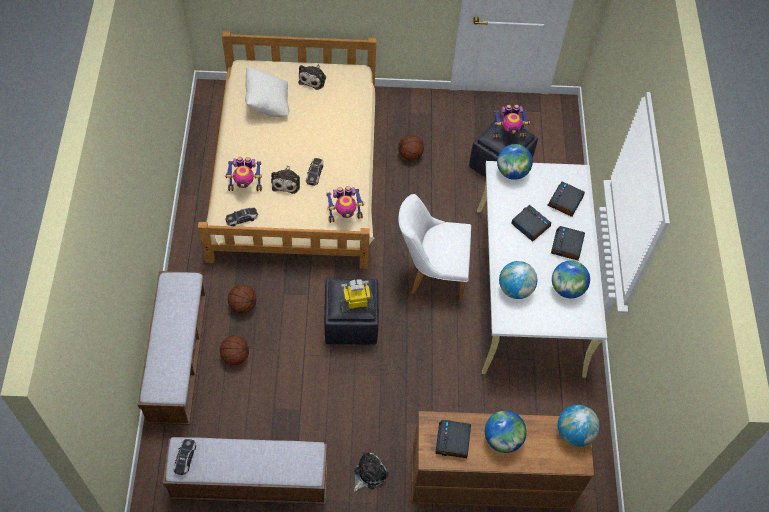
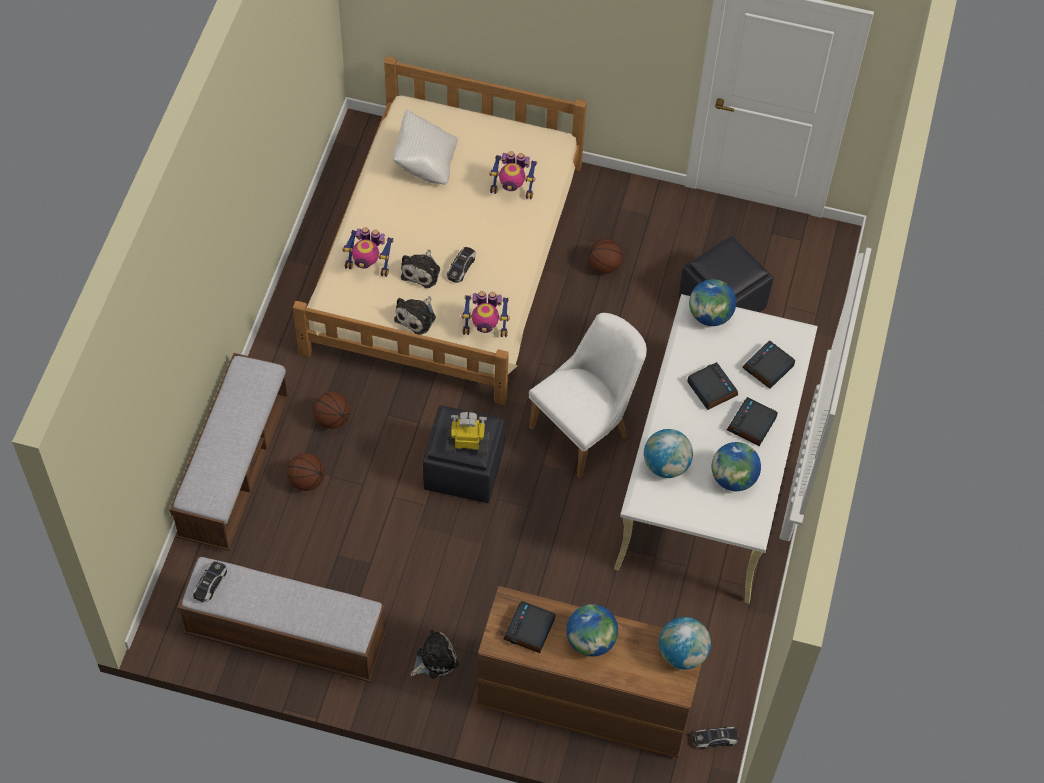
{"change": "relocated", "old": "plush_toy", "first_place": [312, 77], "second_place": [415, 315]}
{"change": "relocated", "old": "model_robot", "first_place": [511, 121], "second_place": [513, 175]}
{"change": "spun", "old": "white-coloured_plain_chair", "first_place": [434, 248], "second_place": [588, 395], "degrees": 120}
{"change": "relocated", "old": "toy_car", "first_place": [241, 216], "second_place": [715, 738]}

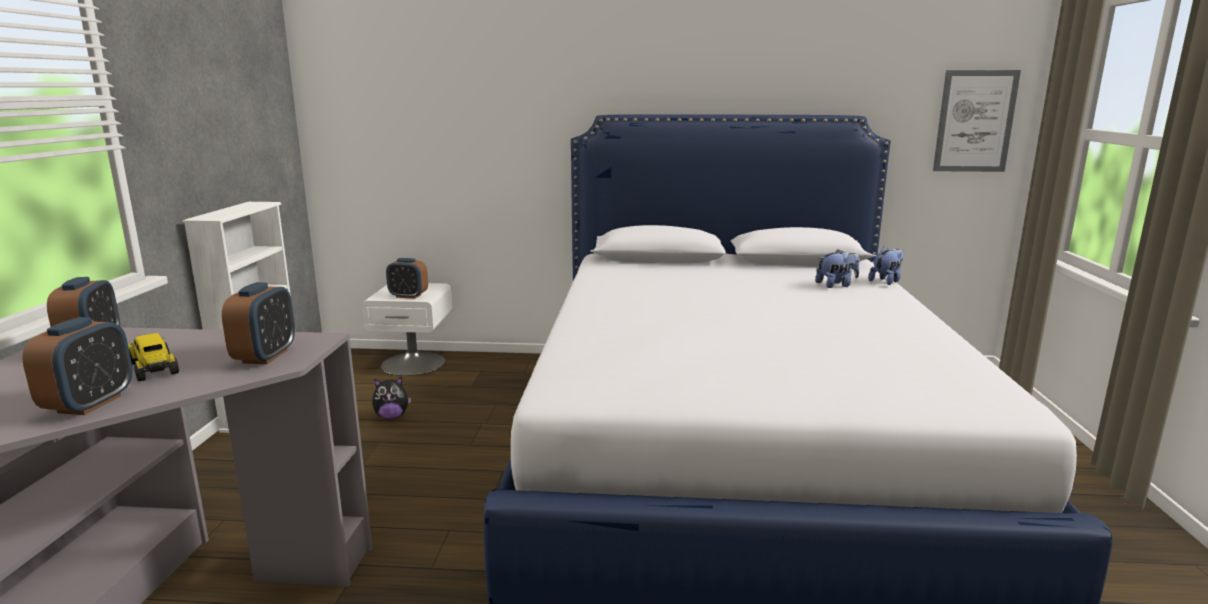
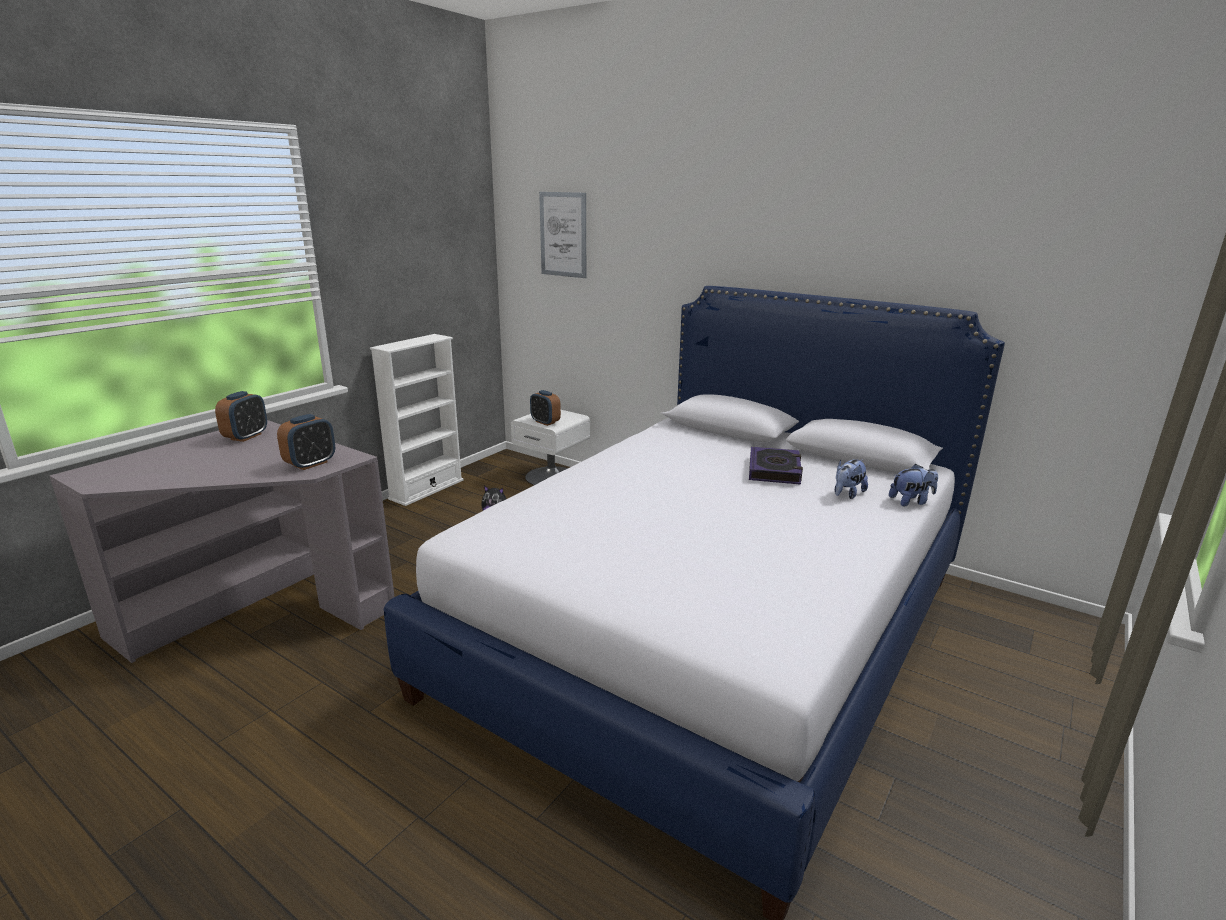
{"change": "relocated", "old": "wall_picture", "first_place": [977, 121], "second_place": [562, 235]}
{"change": "spun", "old": "plush_toy", "first_place": [837, 268], "second_place": [851, 479], "degrees": 120}
{"change": "missing", "old": "table_clock", "first_place": [77, 366]}
{"change": "missing", "old": "toy_lorry", "first_place": [153, 357]}
{"change": "appeared", "new": "book", "second_place": [776, 465]}

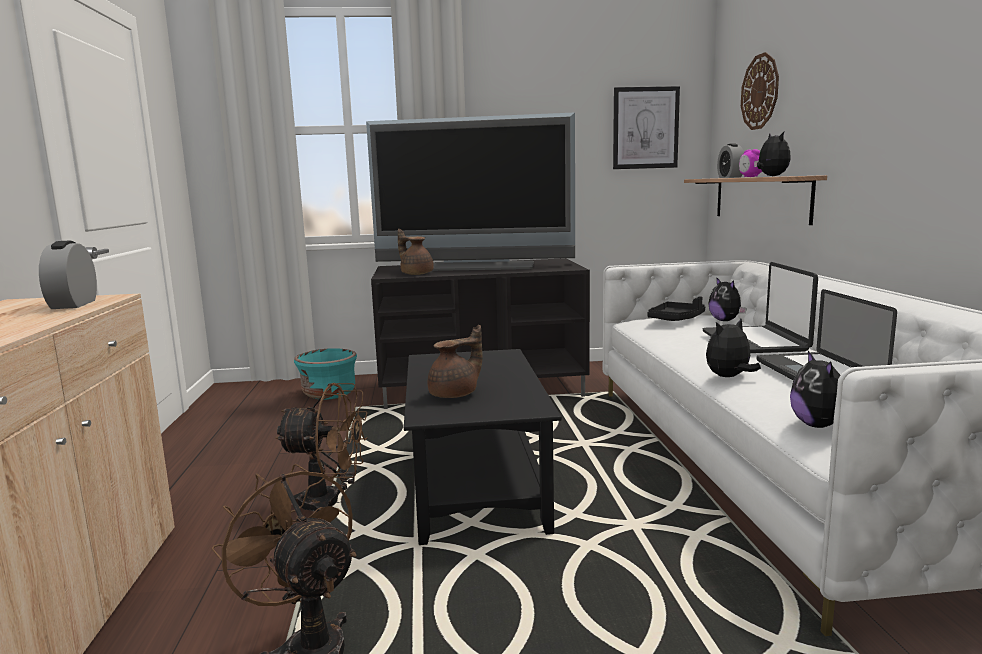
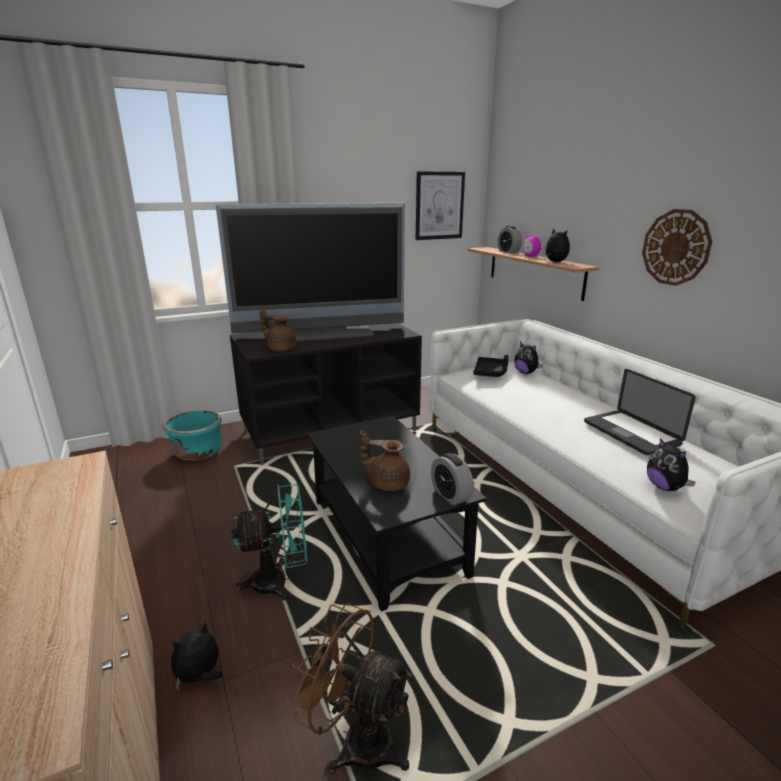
{"change": "relocated", "old": "hanging_clock", "first_place": [760, 91], "second_place": [677, 247]}
{"change": "relocated", "old": "table_clock", "first_place": [68, 275], "second_place": [452, 479]}
{"change": "missing", "old": "notebook_computer", "first_place": [760, 307]}
{"change": "relocated", "old": "plush_toy", "first_place": [733, 348], "second_place": [197, 655]}
{"change": "spun", "old": "brown-coloured_tea_pot", "first_place": [455, 361], "second_place": [385, 461], "degrees": -105}
{"change": "colour", "old": "brown-coloured_fan", "new": "turquoise-coloured_fan", "first_place": [321, 447], "second_place": [269, 542]}

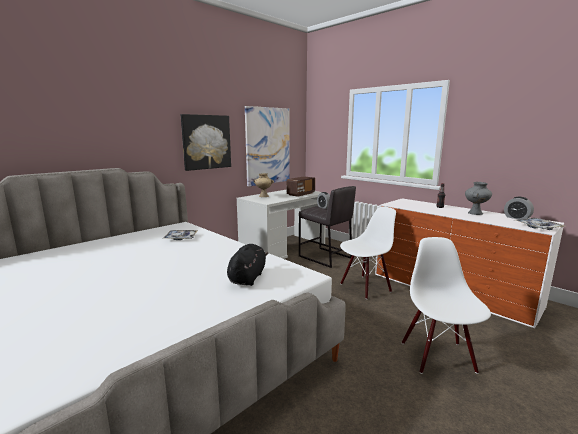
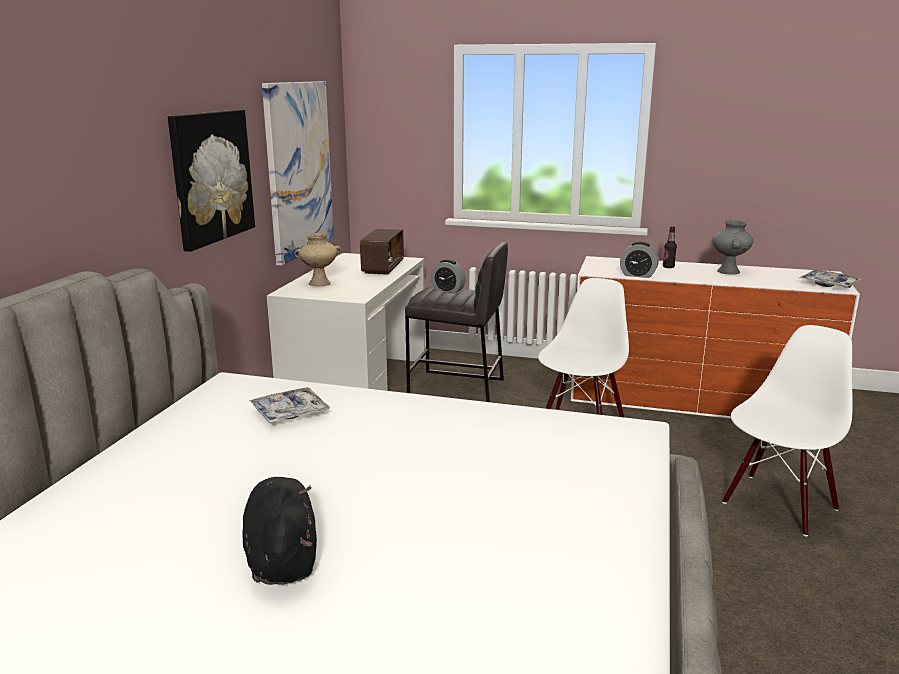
{"change": "relocated", "old": "table_clock", "first_place": [519, 208], "second_place": [639, 260]}
{"change": "spun", "old": "white-coloured_plain_chair", "first_place": [446, 305], "second_place": [787, 430], "degrees": 75}
{"change": "relocated", "old": "blackish_plush_toy", "first_place": [248, 265], "second_place": [279, 531]}

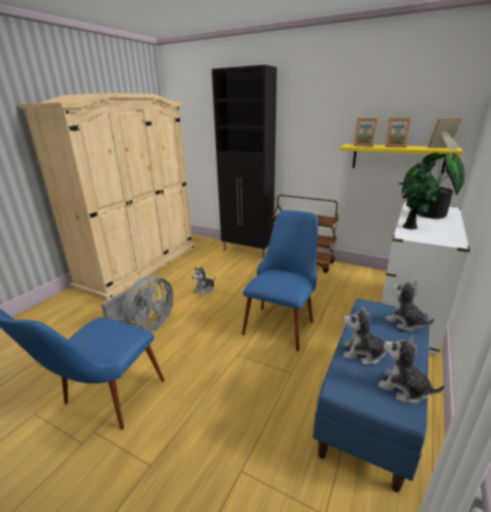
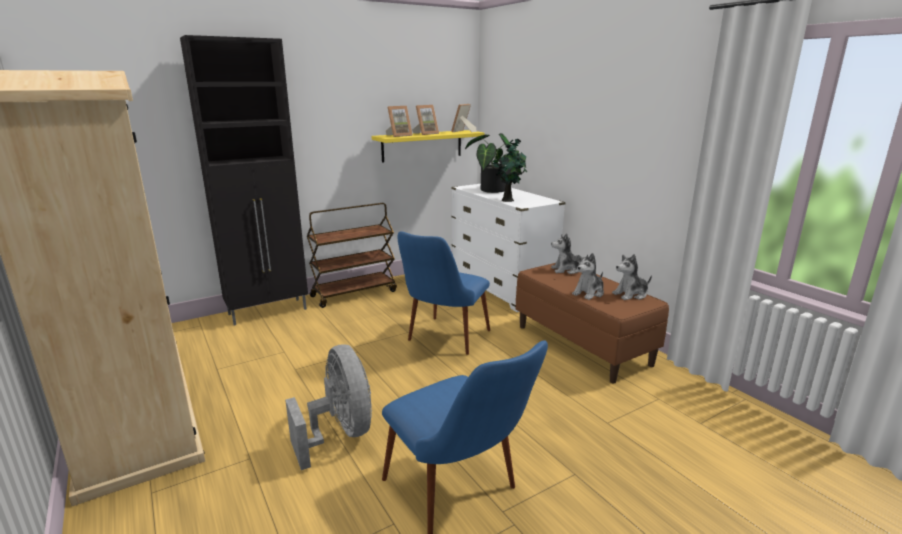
{"change": "spun", "old": "bluish_plain_chair", "first_place": [280, 280], "second_place": [443, 293], "degrees": -120}
{"change": "missing", "old": "plush_toy", "first_place": [204, 281]}
{"change": "colour", "old": "bluish_bench", "new": "brown-coloured_bench", "first_place": [371, 395], "second_place": [592, 323]}

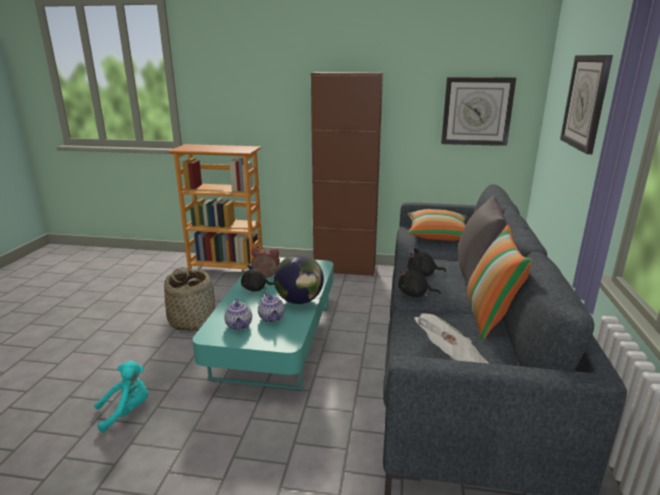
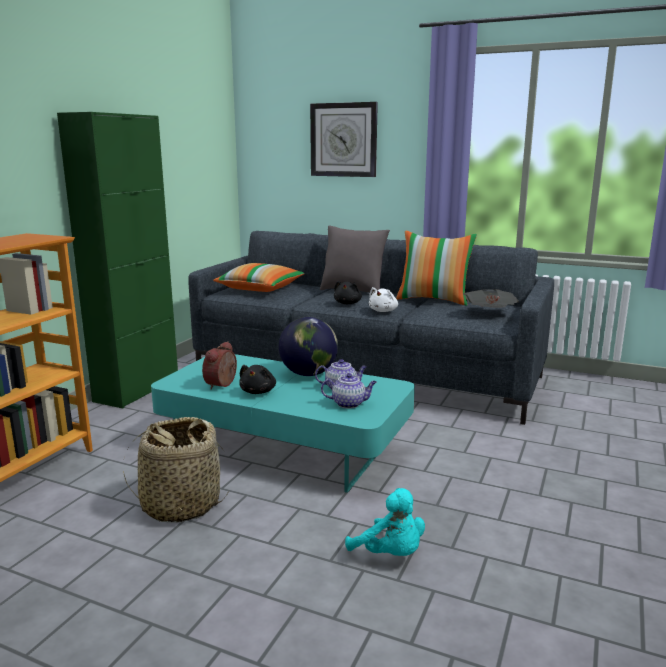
{"change": "colour", "old": "brown-coloured_storage_cabinet", "new": "green_storage_cabinet", "first_place": [347, 174], "second_place": [117, 260]}
{"change": "missing", "old": "hanging_clock", "first_place": [478, 111]}
{"change": "colour", "old": "blackish_plush_toy", "new": "white-coloured_plush_toy", "first_place": [419, 281], "second_place": [383, 299]}
{"change": "spun", "old": "turquoise-coloured_plush_toy", "first_place": [121, 396], "second_place": [385, 522], "degrees": 150}

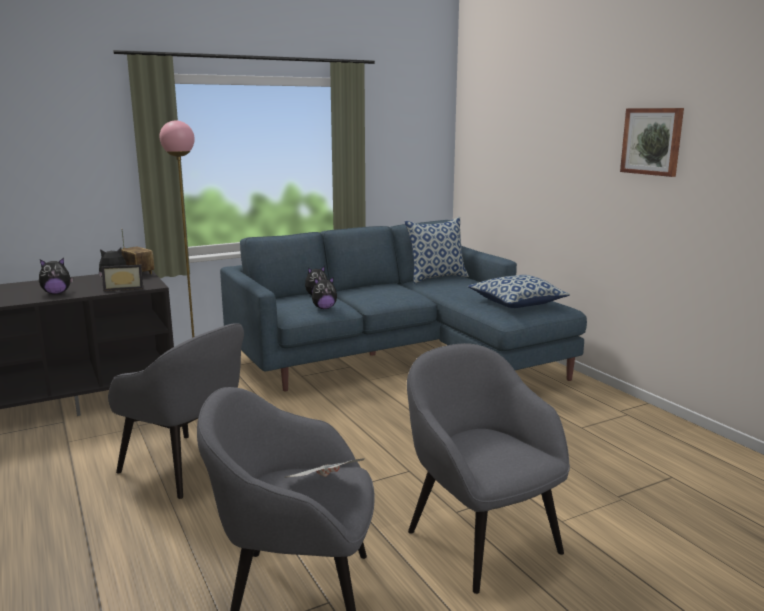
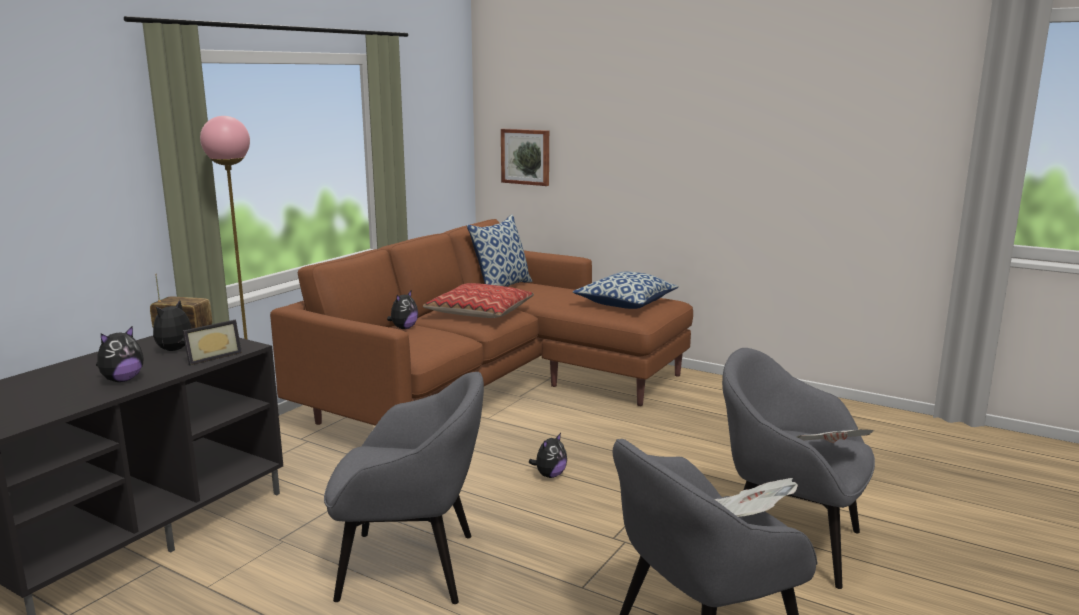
{"change": "relocated", "old": "wall_picture", "first_place": [652, 142], "second_place": [525, 157]}
{"change": "colour", "old": "bluish_couch", "new": "brown-coloured_couch", "first_place": [403, 306], "second_place": [481, 322]}
{"change": "relocated", "old": "plush_toy", "first_place": [324, 293], "second_place": [548, 455]}
{"change": "appeared", "new": "pillow", "second_place": [478, 300]}
{"change": "appeared", "new": "newspaper", "second_place": [835, 436]}

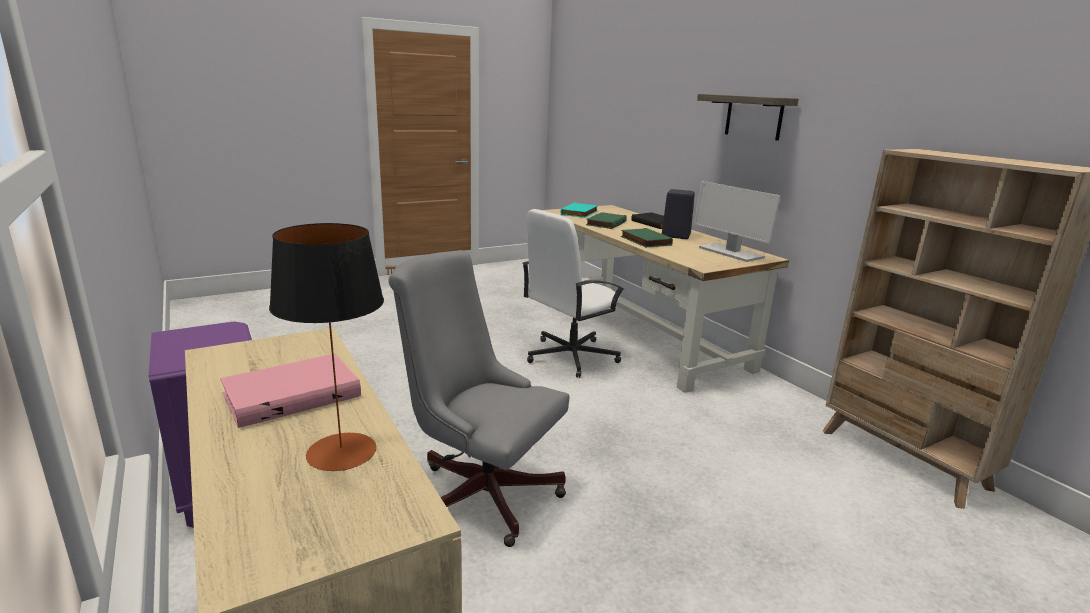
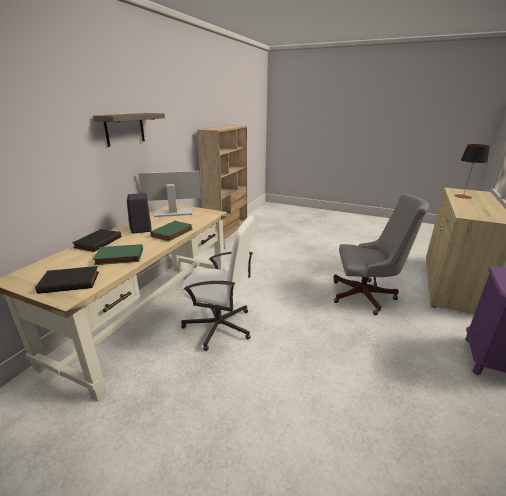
{"change": "spun", "old": "computer_screen", "first_place": [737, 221], "second_place": [169, 194], "degrees": -120}
{"change": "colour", "old": "turquoise-coloured_book", "new": "blackish_book", "first_place": [579, 210], "second_place": [67, 280]}
{"change": "spun", "old": "greyish_desk_chair", "first_place": [478, 398], "second_place": [381, 254], "degrees": -75}
{"change": "missing", "old": "pink_book", "first_place": [290, 391]}

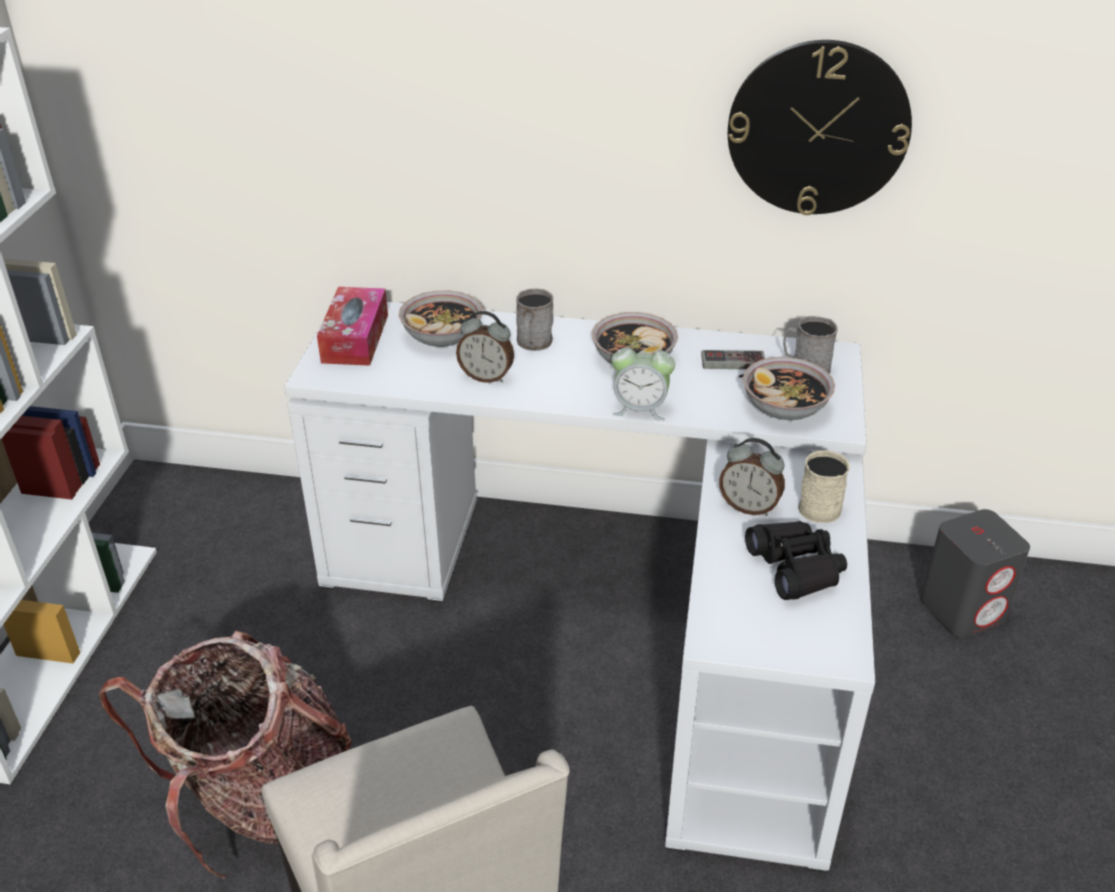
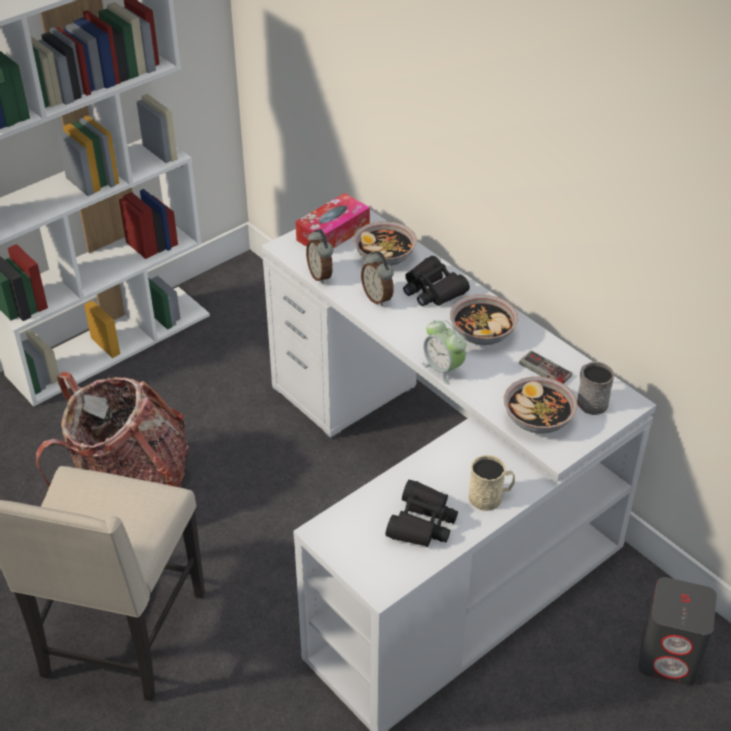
{"change": "missing", "old": "hanging_clock", "first_place": [820, 127]}
{"change": "exchanged", "old": "greyish_coffee_mug", "new": "blackish_field_glasses", "first_place": [535, 319], "second_place": [436, 281]}
{"change": "relocated", "old": "table_clock", "first_place": [752, 477], "second_place": [319, 256]}

